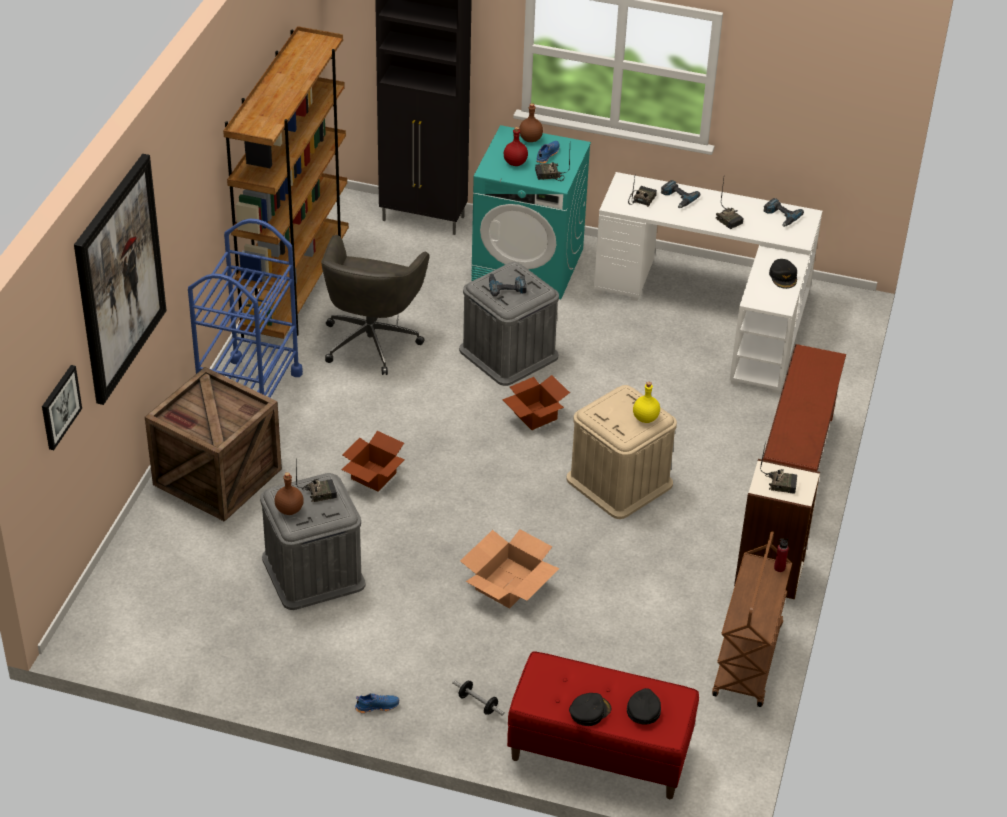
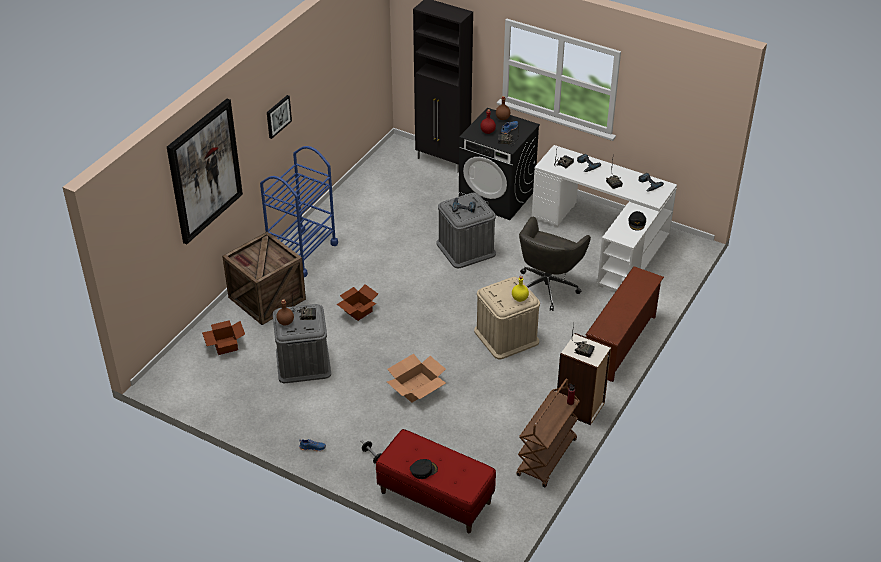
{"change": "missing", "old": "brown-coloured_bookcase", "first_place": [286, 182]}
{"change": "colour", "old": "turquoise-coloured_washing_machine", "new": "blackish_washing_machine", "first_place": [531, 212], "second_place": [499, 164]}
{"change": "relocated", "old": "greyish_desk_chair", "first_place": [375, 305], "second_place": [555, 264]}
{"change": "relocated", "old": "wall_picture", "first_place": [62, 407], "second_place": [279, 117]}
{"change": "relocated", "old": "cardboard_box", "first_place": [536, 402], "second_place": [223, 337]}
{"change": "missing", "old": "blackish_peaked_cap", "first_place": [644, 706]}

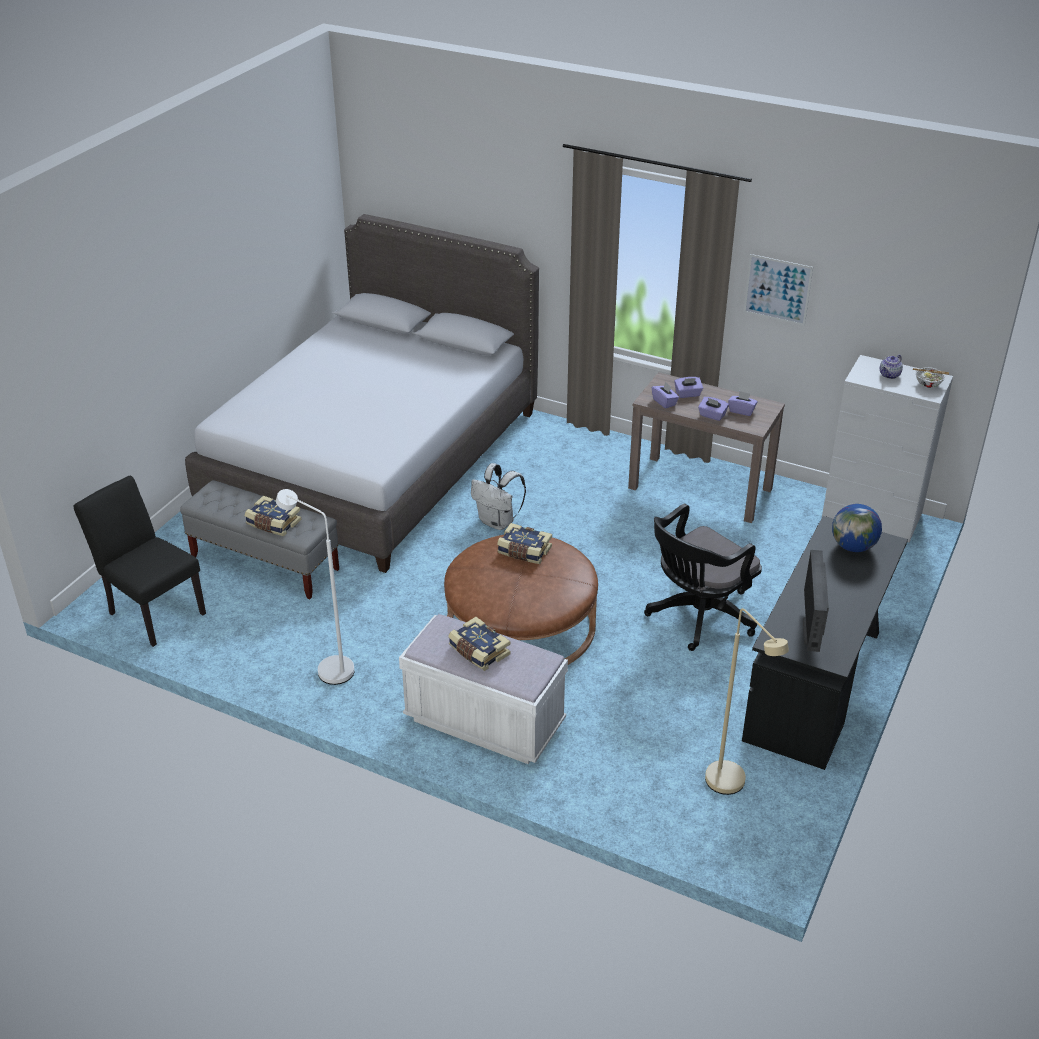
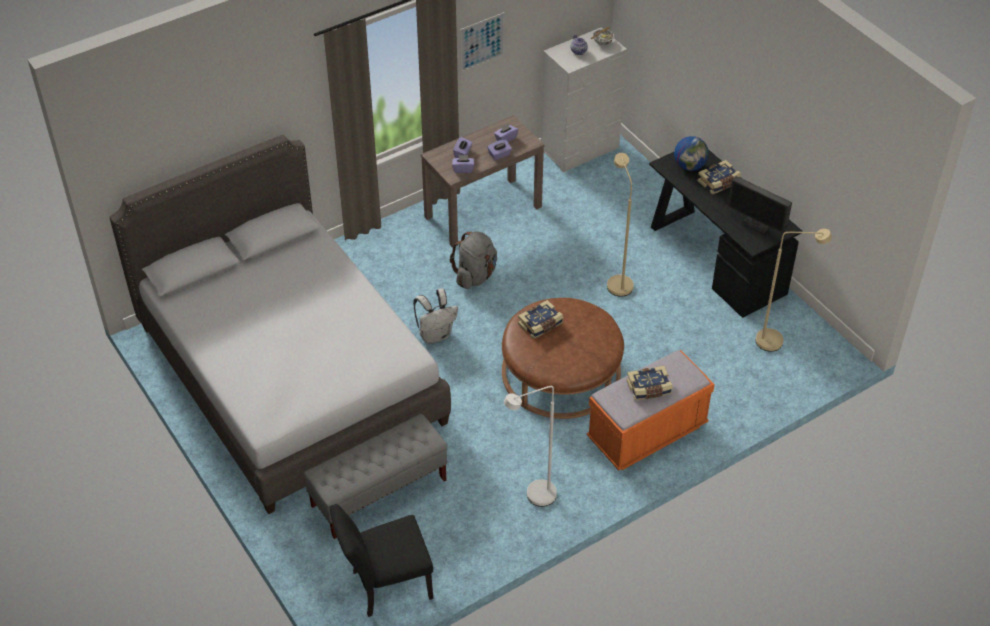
{"change": "relocated", "old": "book", "first_place": [273, 516], "second_place": [719, 177]}
{"change": "exchanged", "old": "blackish_desk_chair", "new": "beige_standing_lamp", "first_place": [703, 577], "second_place": [620, 225]}
{"change": "colour", "old": "white-coloured_bench", "new": "orange_bench", "first_place": [483, 689], "second_place": [651, 410]}
{"change": "appeared", "new": "greyish_rucksack", "second_place": [473, 260]}

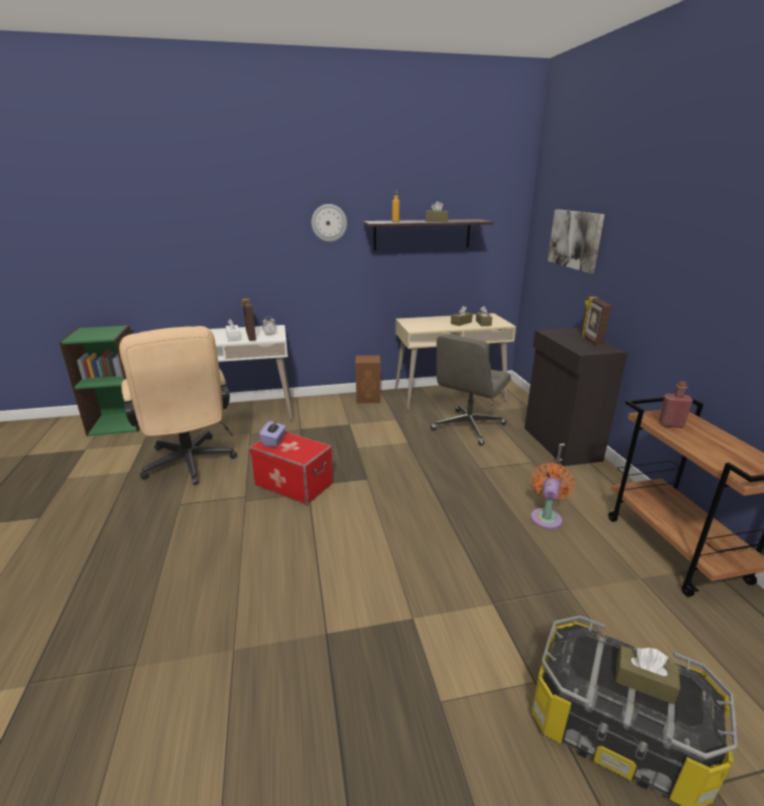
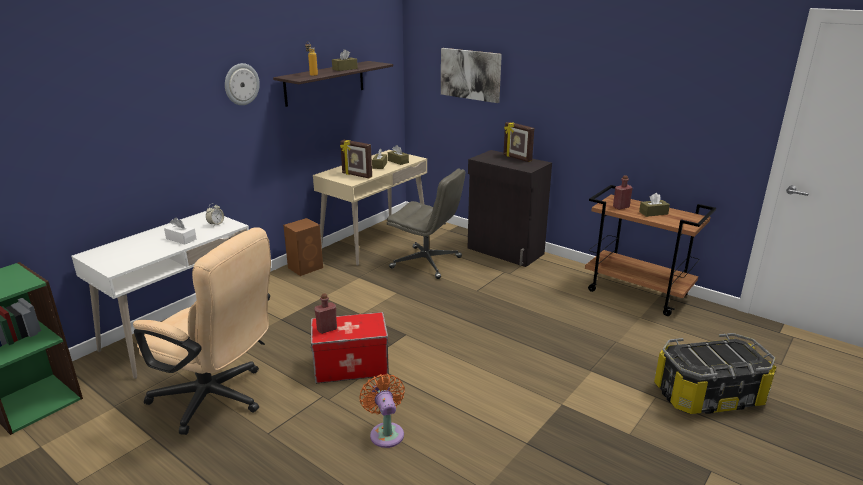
{"change": "relocated", "old": "picture_frame", "first_place": [249, 319], "second_place": [356, 159]}
{"change": "spun", "old": "greyish_desk_chair", "first_place": [470, 390], "second_place": [426, 224], "degrees": -60}
{"change": "exchanged", "old": "purplish_tissue_box", "new": "red-coloured_bottle", "first_place": [272, 433], "second_place": [325, 313]}
{"change": "relocated", "old": "orange_fan", "first_place": [552, 496], "second_place": [382, 411]}
{"change": "relocated", "old": "brown-coloured_tissue_box", "first_place": [647, 674], "second_place": [654, 205]}

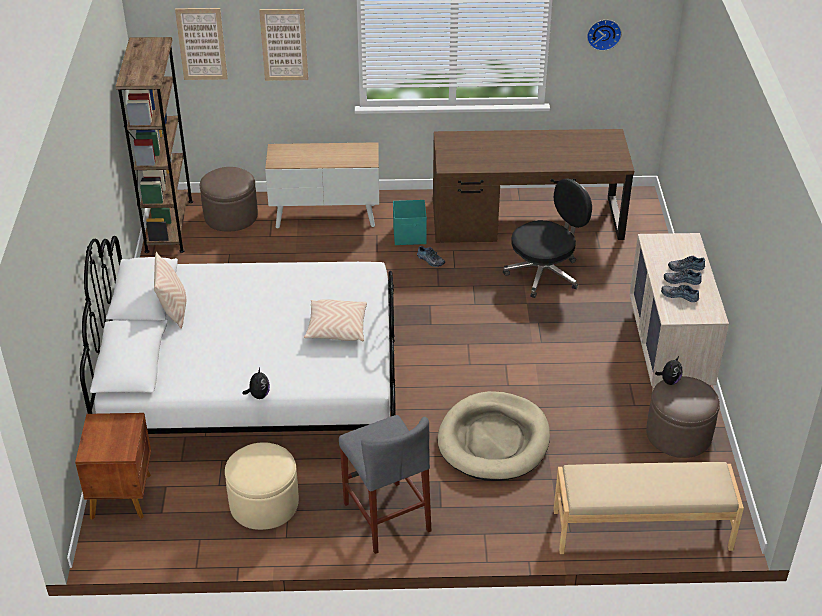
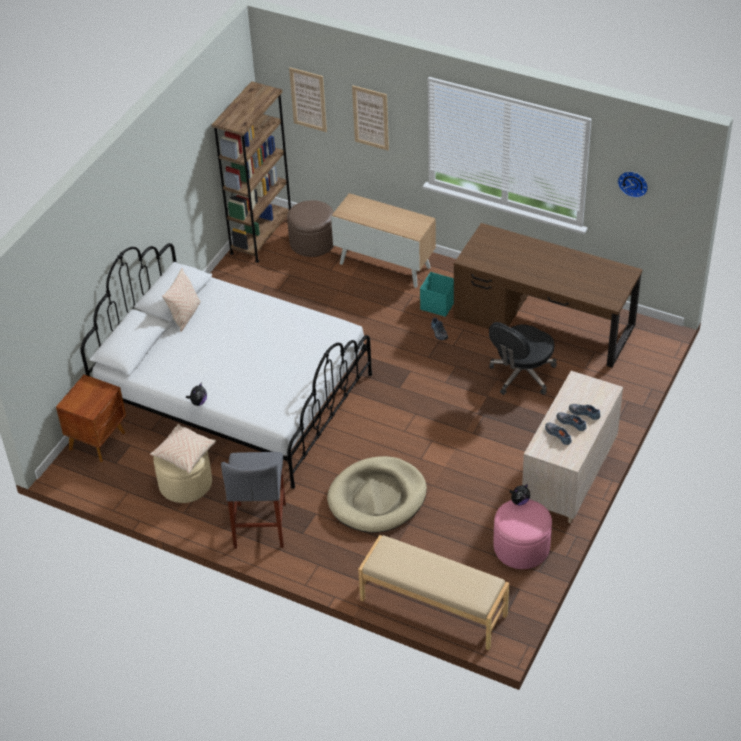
{"change": "spun", "old": "blackish_desk_chair", "first_place": [547, 238], "second_place": [523, 358], "degrees": 135}
{"change": "relocated", "old": "beige_pillow", "first_place": [335, 320], "second_place": [183, 448]}
{"change": "colour", "old": "brown-coloured_pouffe", "new": "pink_pouffe", "first_place": [683, 417], "second_place": [522, 534]}

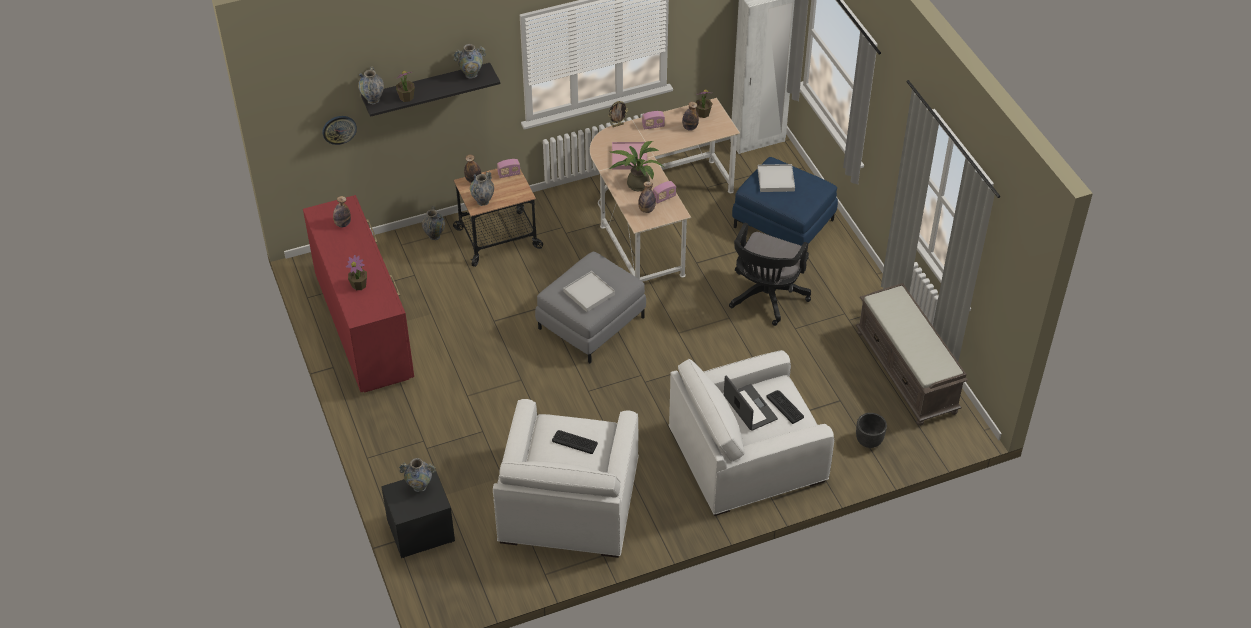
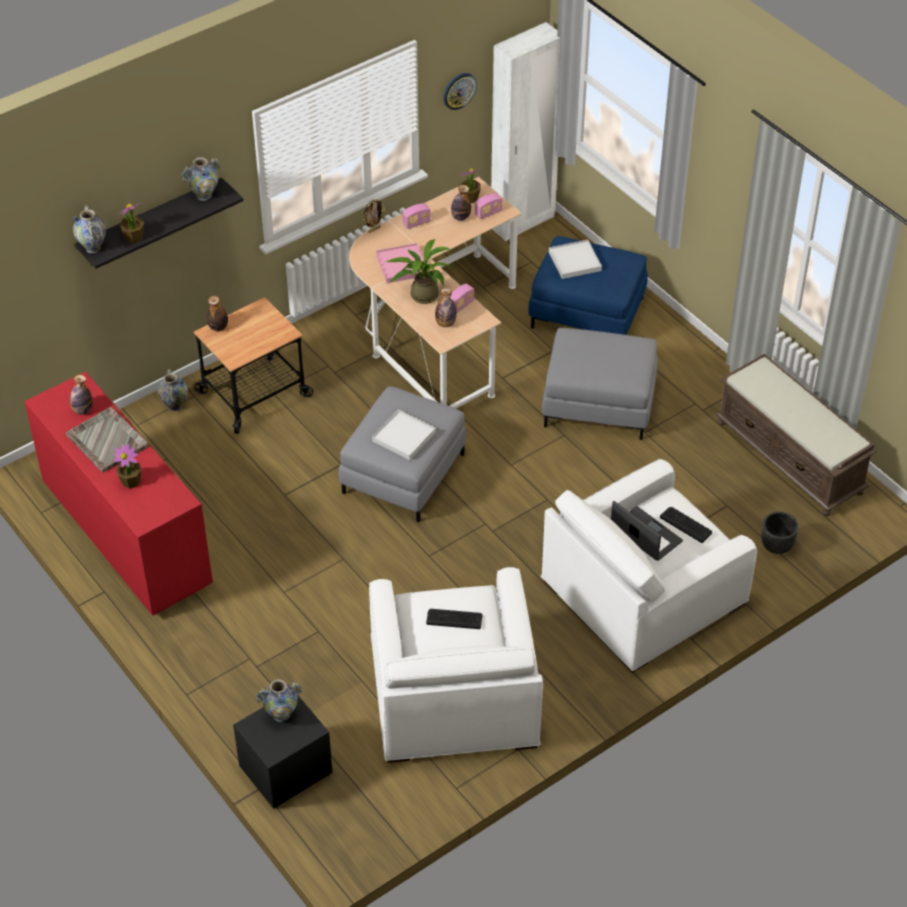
{"change": "relocated", "old": "hanging_clock", "first_place": [339, 130], "second_place": [460, 91]}
{"change": "relocated", "old": "radio_receiver", "first_place": [509, 168], "second_place": [488, 206]}
{"change": "missing", "old": "decorative_vase", "first_place": [482, 188]}
{"change": "exchanged", "old": "blackish_desk_chair", "new": "greyish_pouffe", "first_place": [770, 274], "second_place": [600, 384]}
{"change": "appeared", "new": "greyish_carrying_tray", "second_place": [107, 439]}

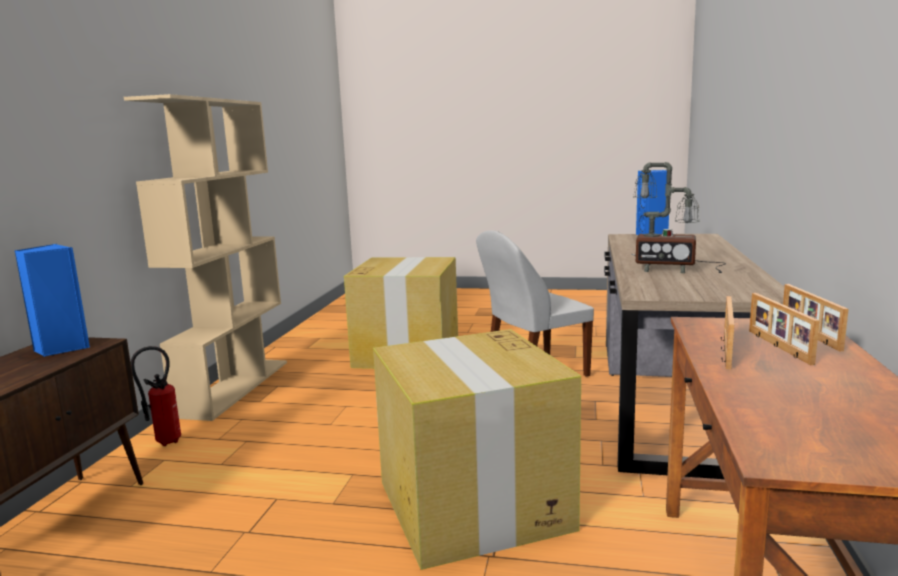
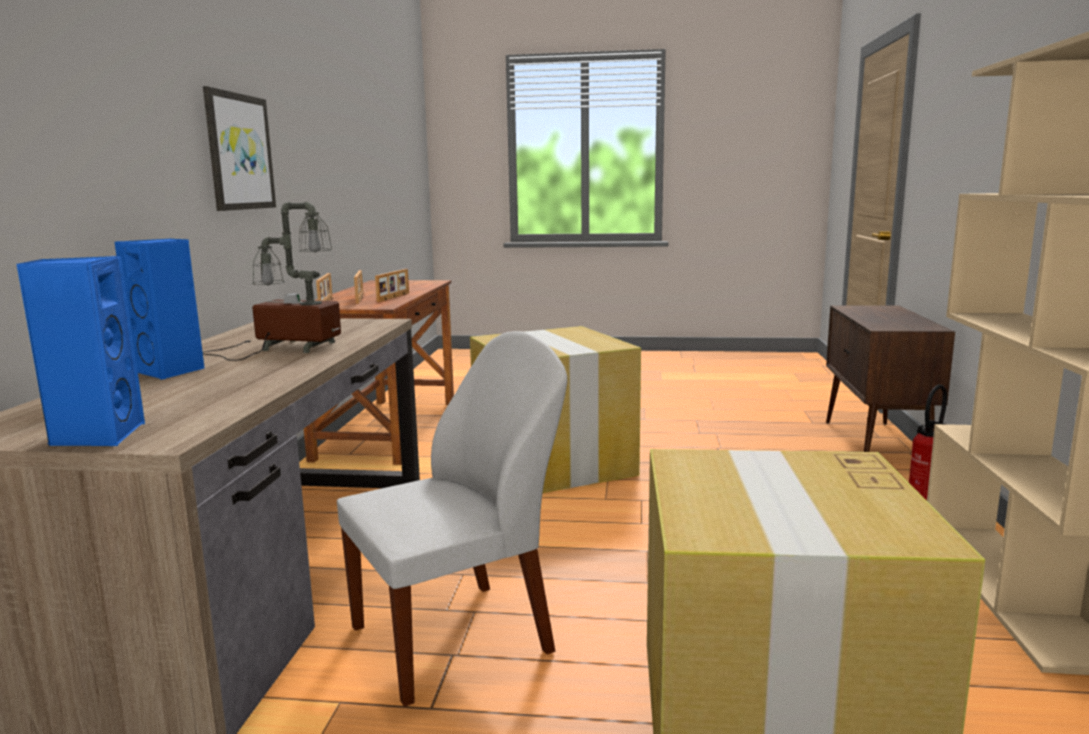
{"change": "relocated", "old": "bluish_speaker", "first_place": [52, 300], "second_place": [159, 309]}
{"change": "appeared", "new": "wall_picture", "second_place": [239, 148]}

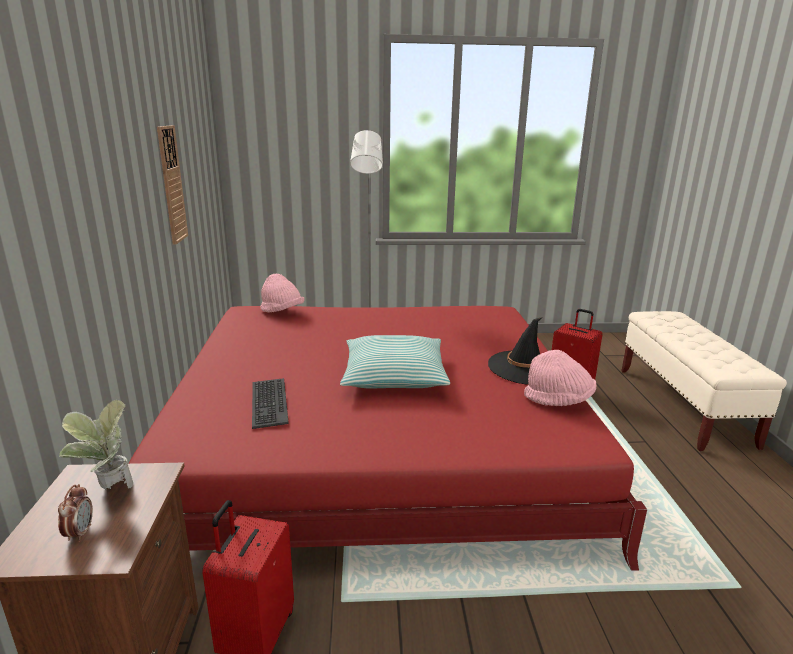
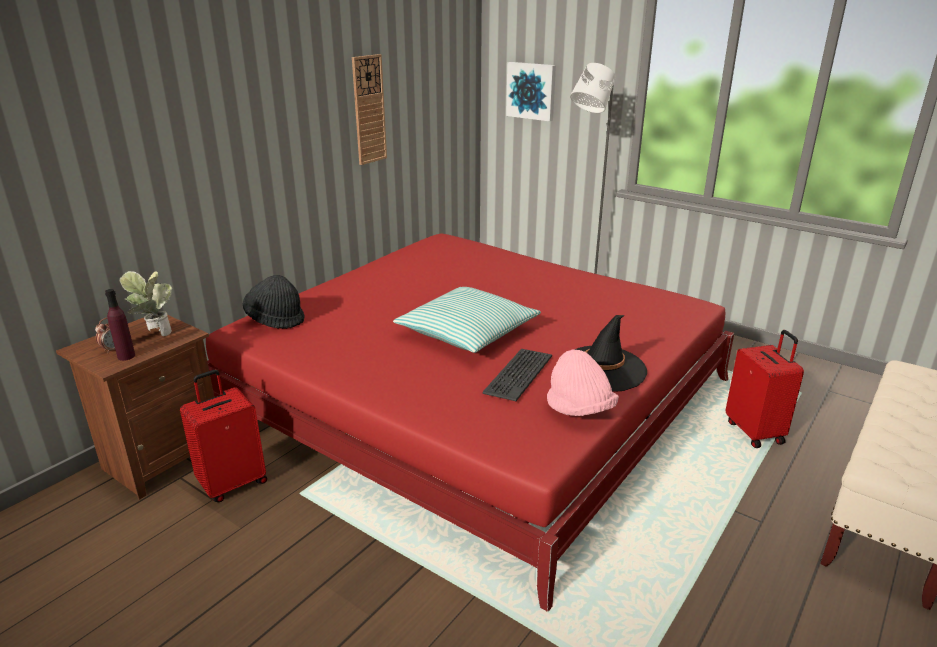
{"change": "missing", "old": "pink_wearable_hat", "first_place": [282, 292]}
{"change": "relocated", "old": "keyboard", "first_place": [270, 403], "second_place": [517, 375]}
{"change": "appeared", "new": "wall_picture", "second_place": [531, 91]}
{"change": "appeared", "new": "blackish_wearable_hat", "second_place": [274, 302]}
{"change": "appeared", "new": "purplish_bottle", "second_place": [120, 325]}

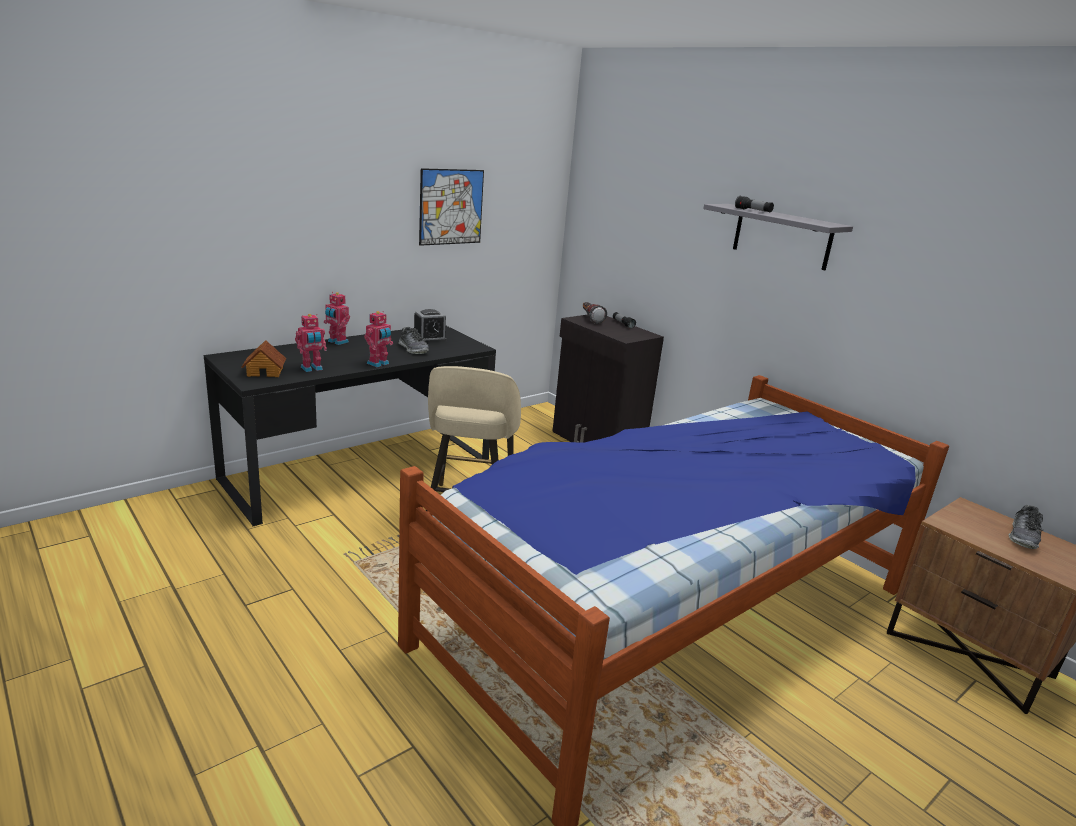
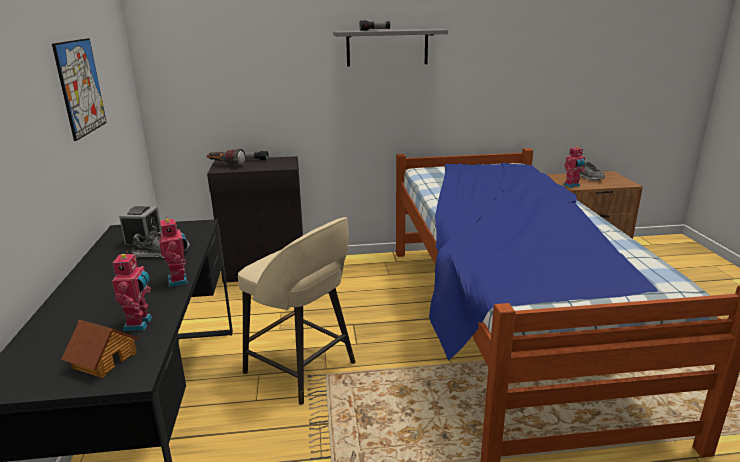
{"change": "relocated", "old": "model_robot", "first_place": [337, 318], "second_place": [574, 167]}

